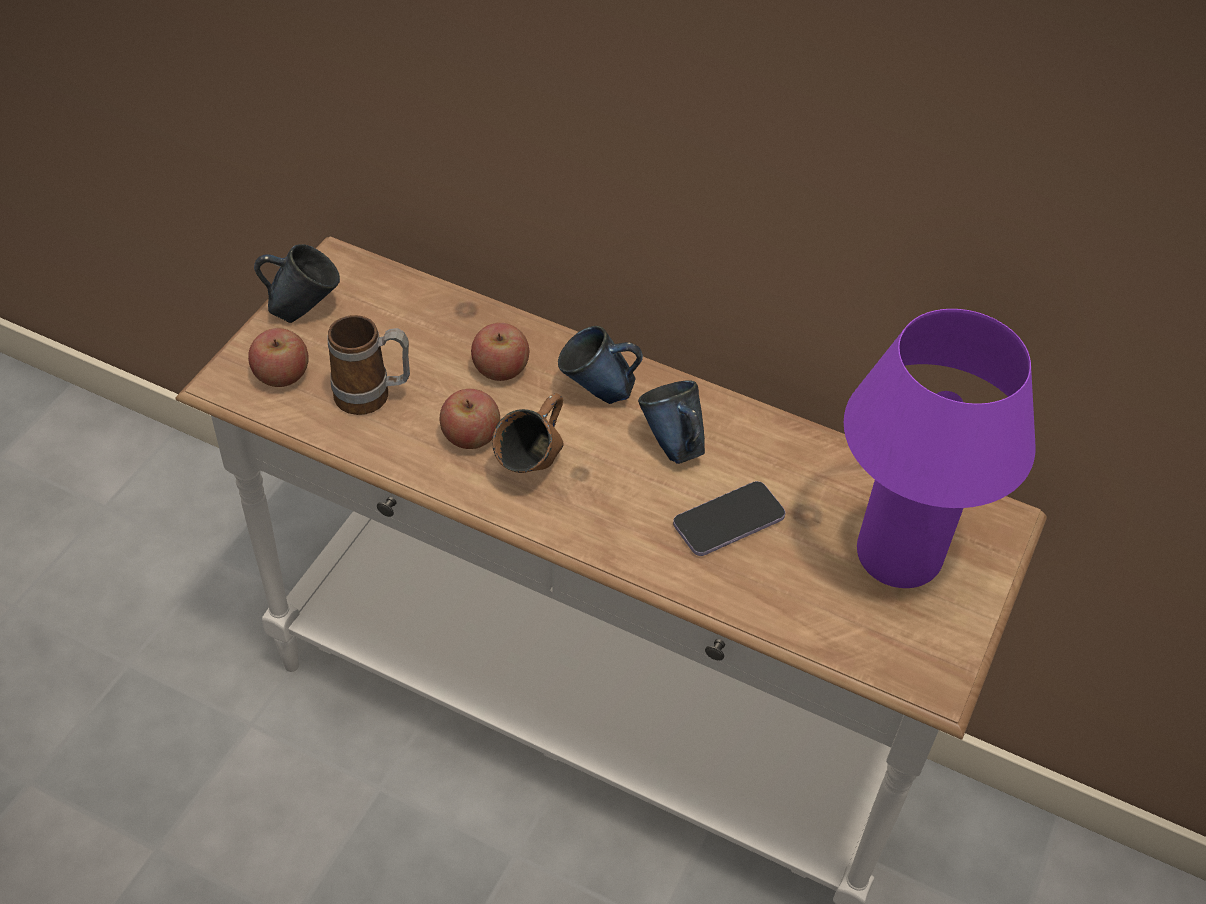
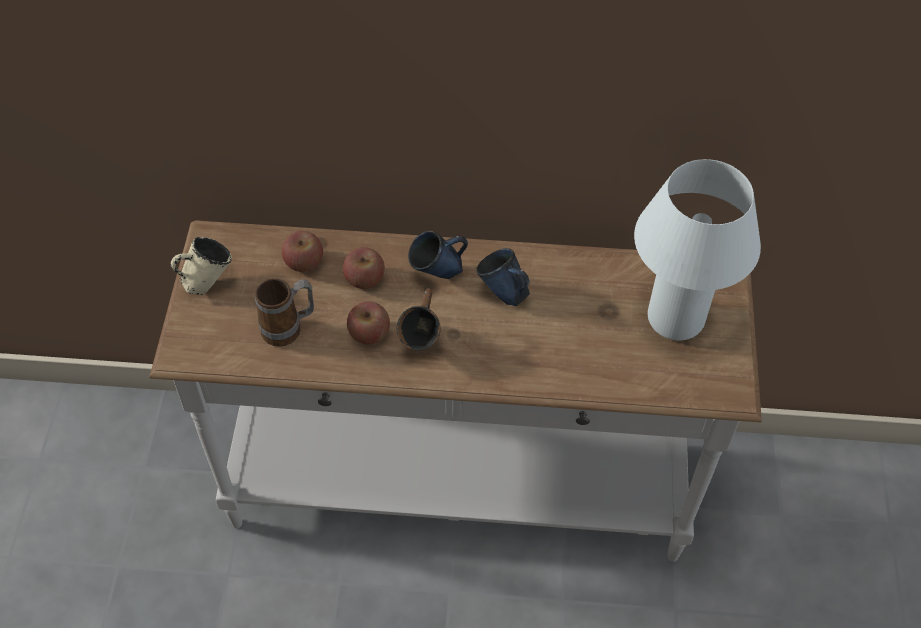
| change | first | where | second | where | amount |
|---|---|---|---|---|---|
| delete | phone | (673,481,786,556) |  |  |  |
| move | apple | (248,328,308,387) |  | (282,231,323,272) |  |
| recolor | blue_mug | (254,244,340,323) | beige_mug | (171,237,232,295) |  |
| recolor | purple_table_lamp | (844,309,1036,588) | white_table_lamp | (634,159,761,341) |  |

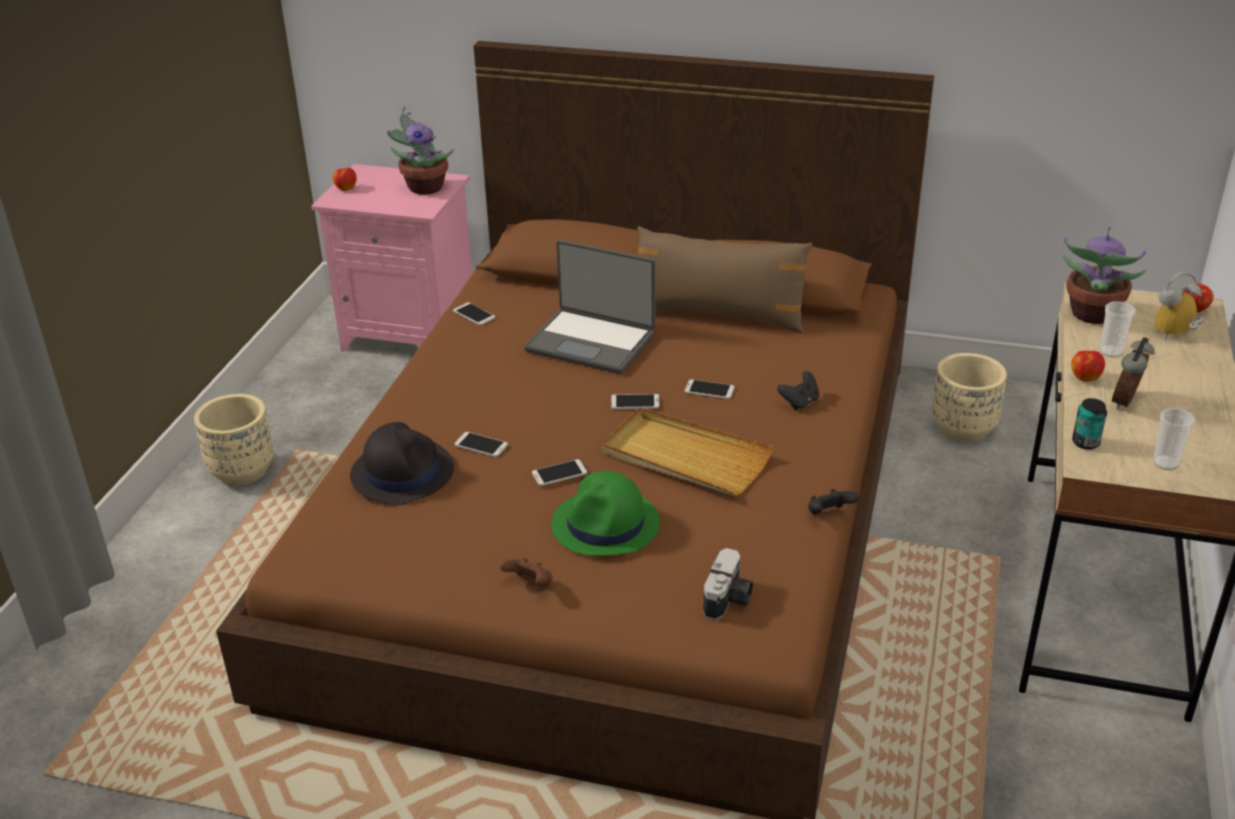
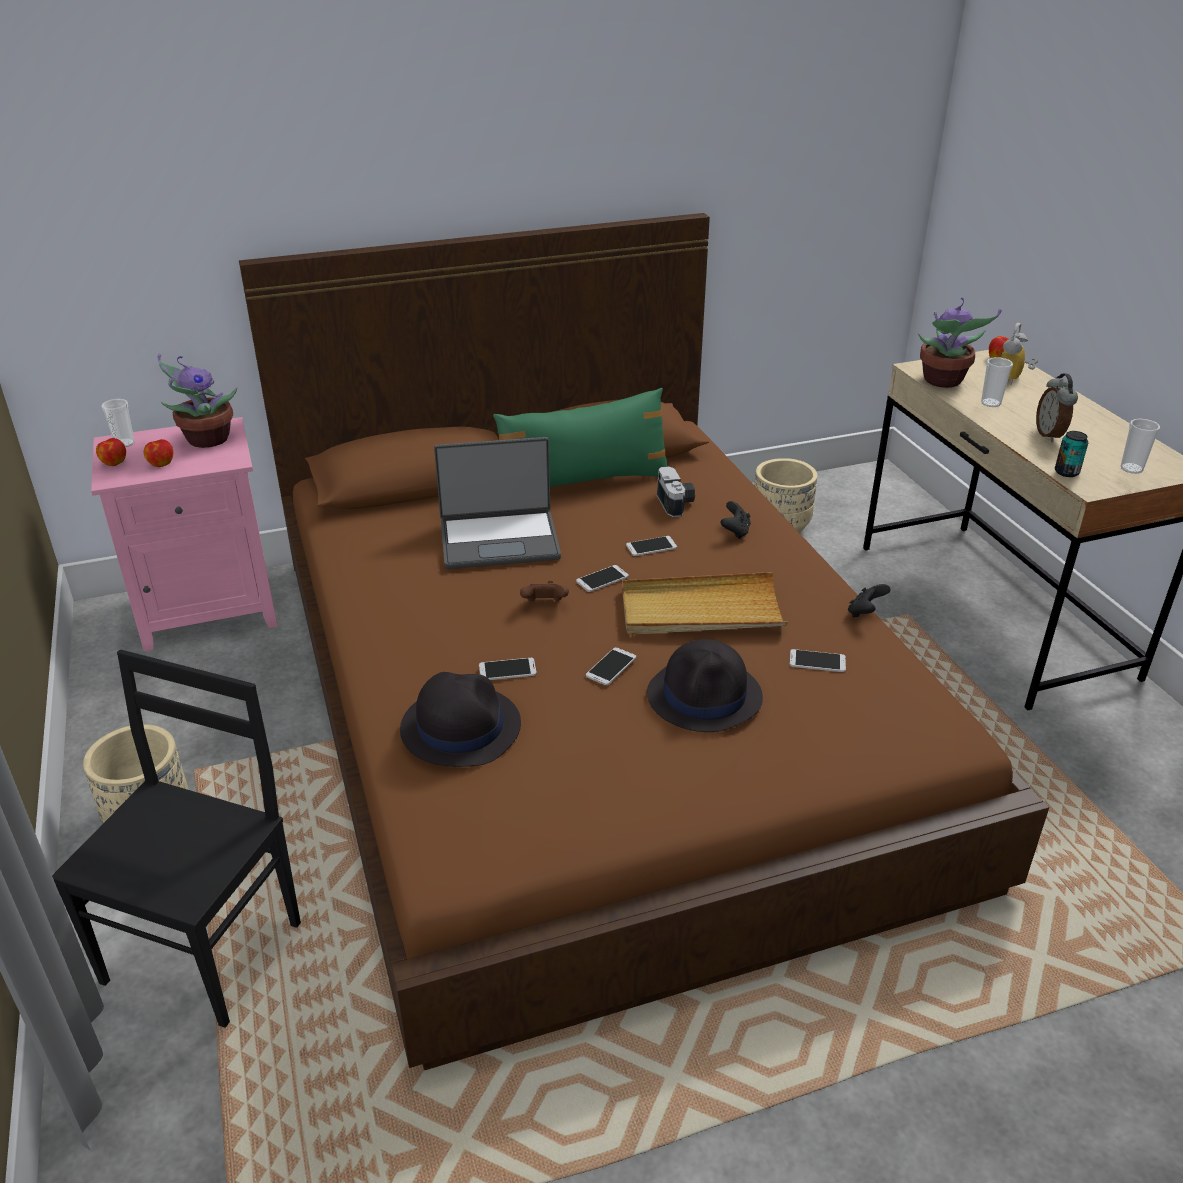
| change | first | where | second | where | amount |
|---|---|---|---|---|---|
| insert |  |  | black_chair | (52,650,301,1028) |  |
| insert |  |  | cup | (101,399,135,447) |  |
| move | phone | (453,302,495,325) |  | (790,649,846,672) |  |
| move | brown_game_controller | (500,558,552,586) |  | (520,581,569,602) |  |
| move | photo_camera | (703,548,753,620) |  | (657,466,695,517) |  |
| move | apple | (1071,351,1105,382) |  | (144,439,173,467) |  |
| recolor | green_hat | (551,471,660,556) | black_hat | (647,639,763,732) |  |
| recolor | brown_pillow | (637,226,813,333) | green_pillow | (493,388,667,487) |  |

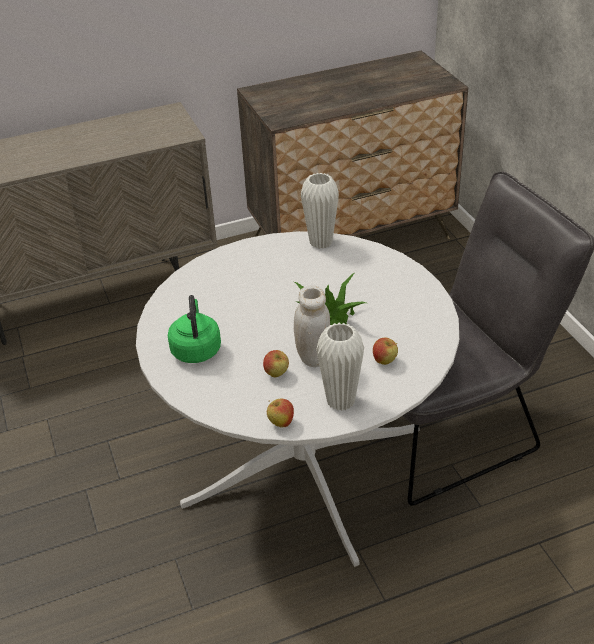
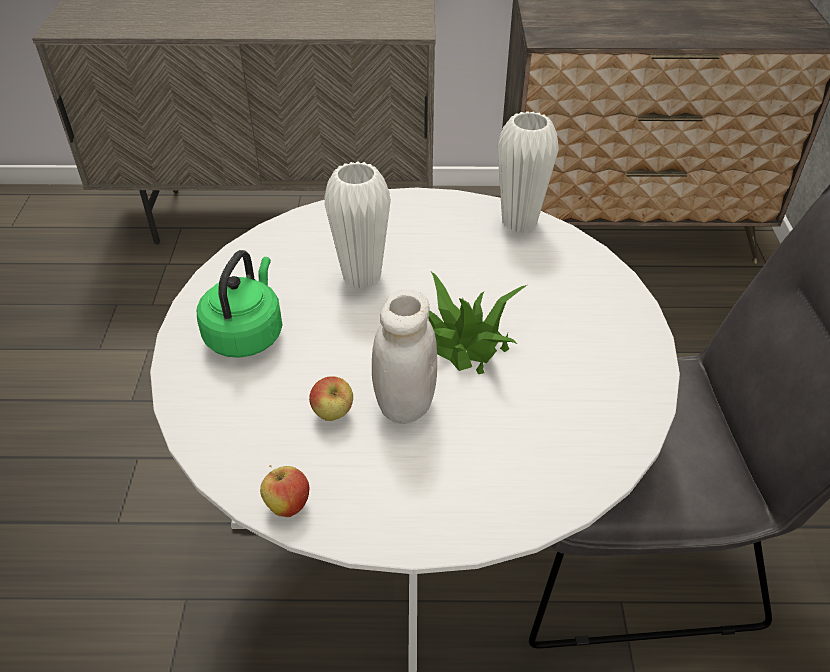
| change | first | where | second | where | amount |
|---|---|---|---|---|---|
| delete | apple | (373,337,398,365) |  |  |  |
| move | white_vase | (316,323,364,411) |  | (324,161,391,289) |  |

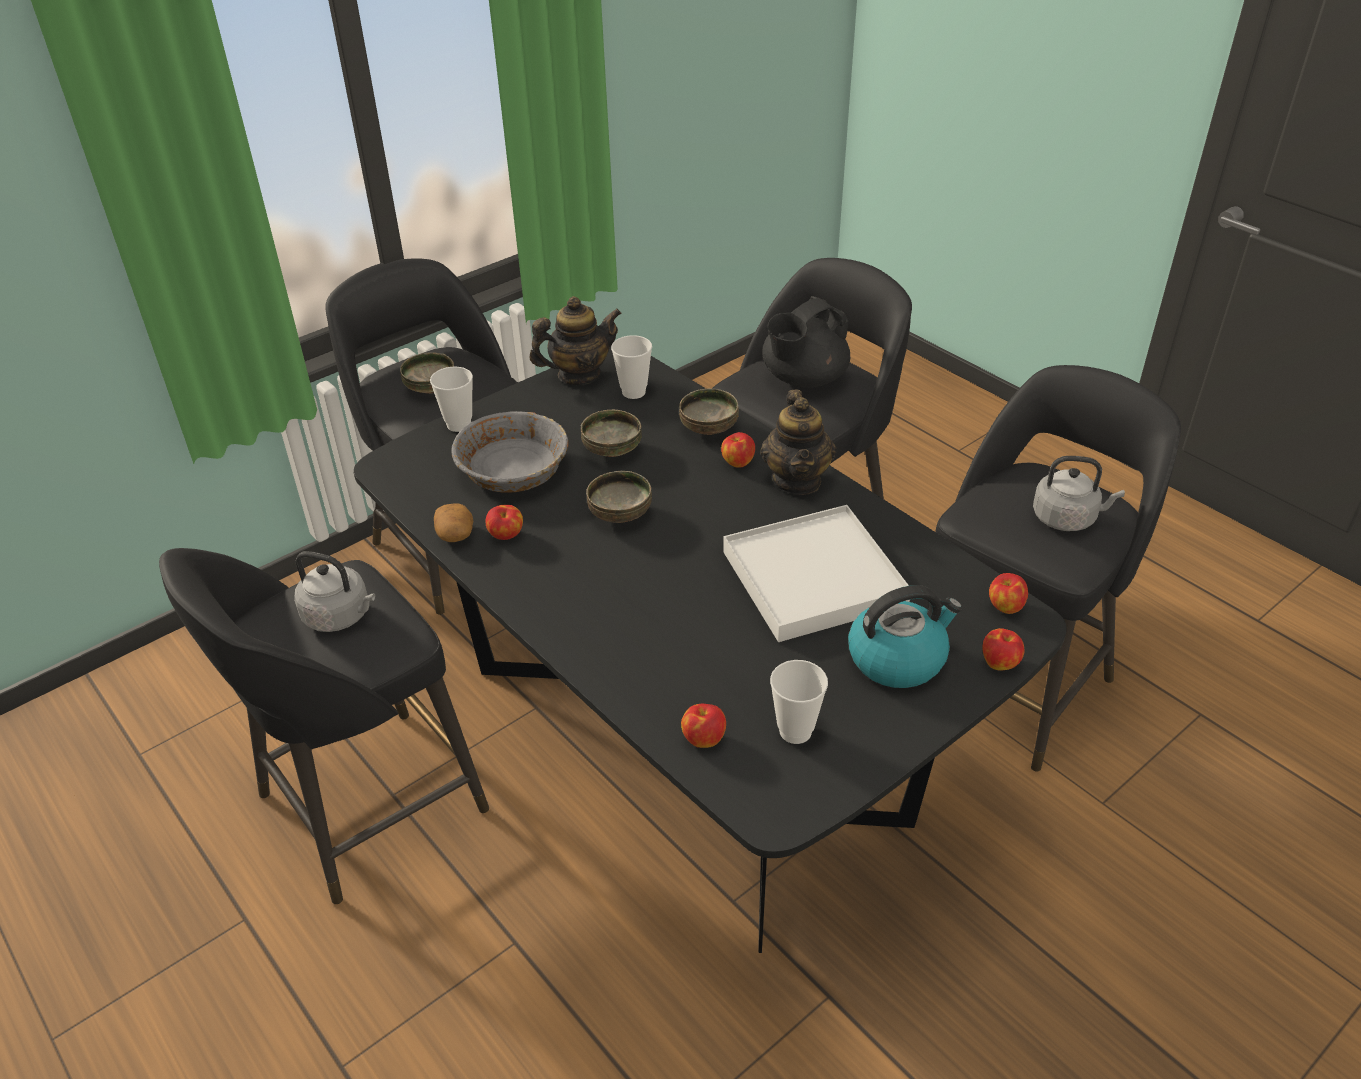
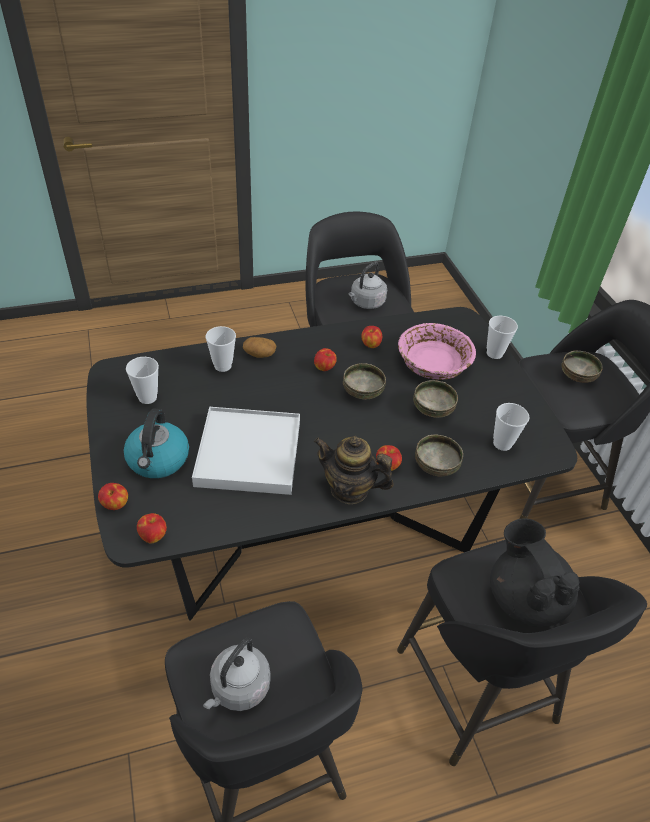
| change | first | where | second | where | amount |
|---|---|---|---|---|---|
| delete | teapot | (529,296,622,385) |  |  |  |
| insert |  |  | cup | (205,326,236,372) |  |
| move | potato | (434,503,473,542) |  | (243,337,276,358) |  |
| move | apple | (681,704,726,748) |  | (314,348,337,371) |  |
| recolor | grey_bowl | (451,411,569,493) | pink_bowl | (398,323,476,380) |  |

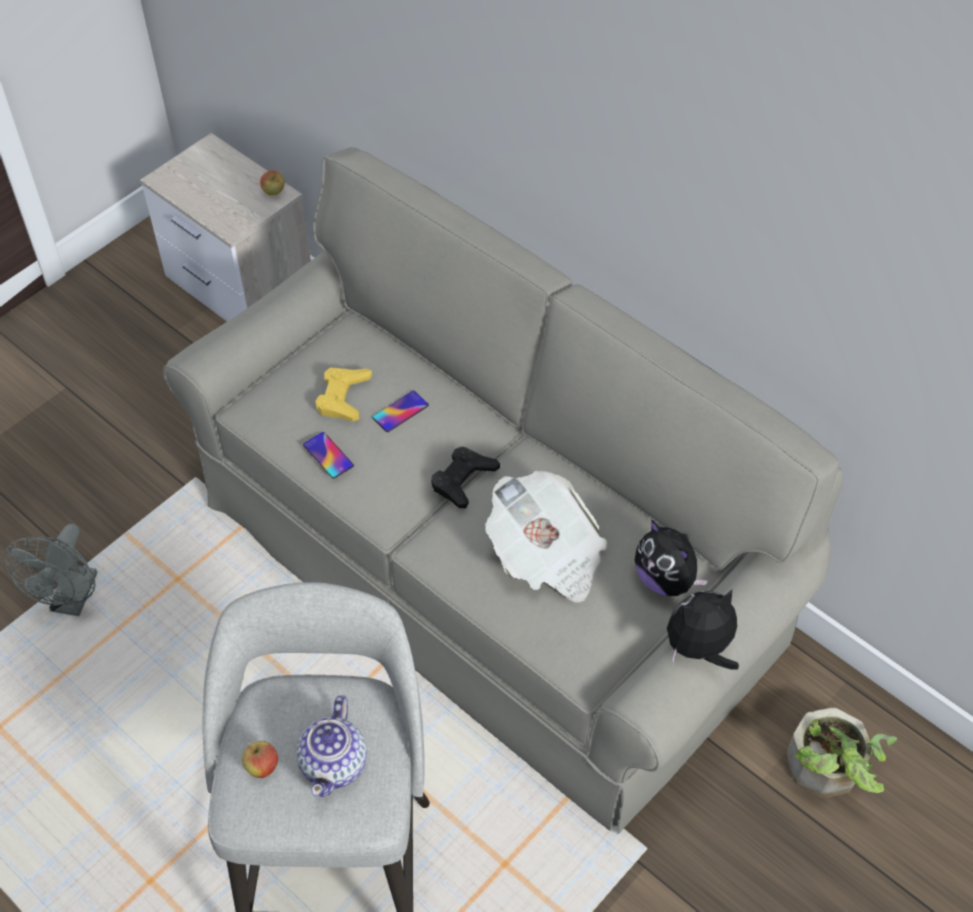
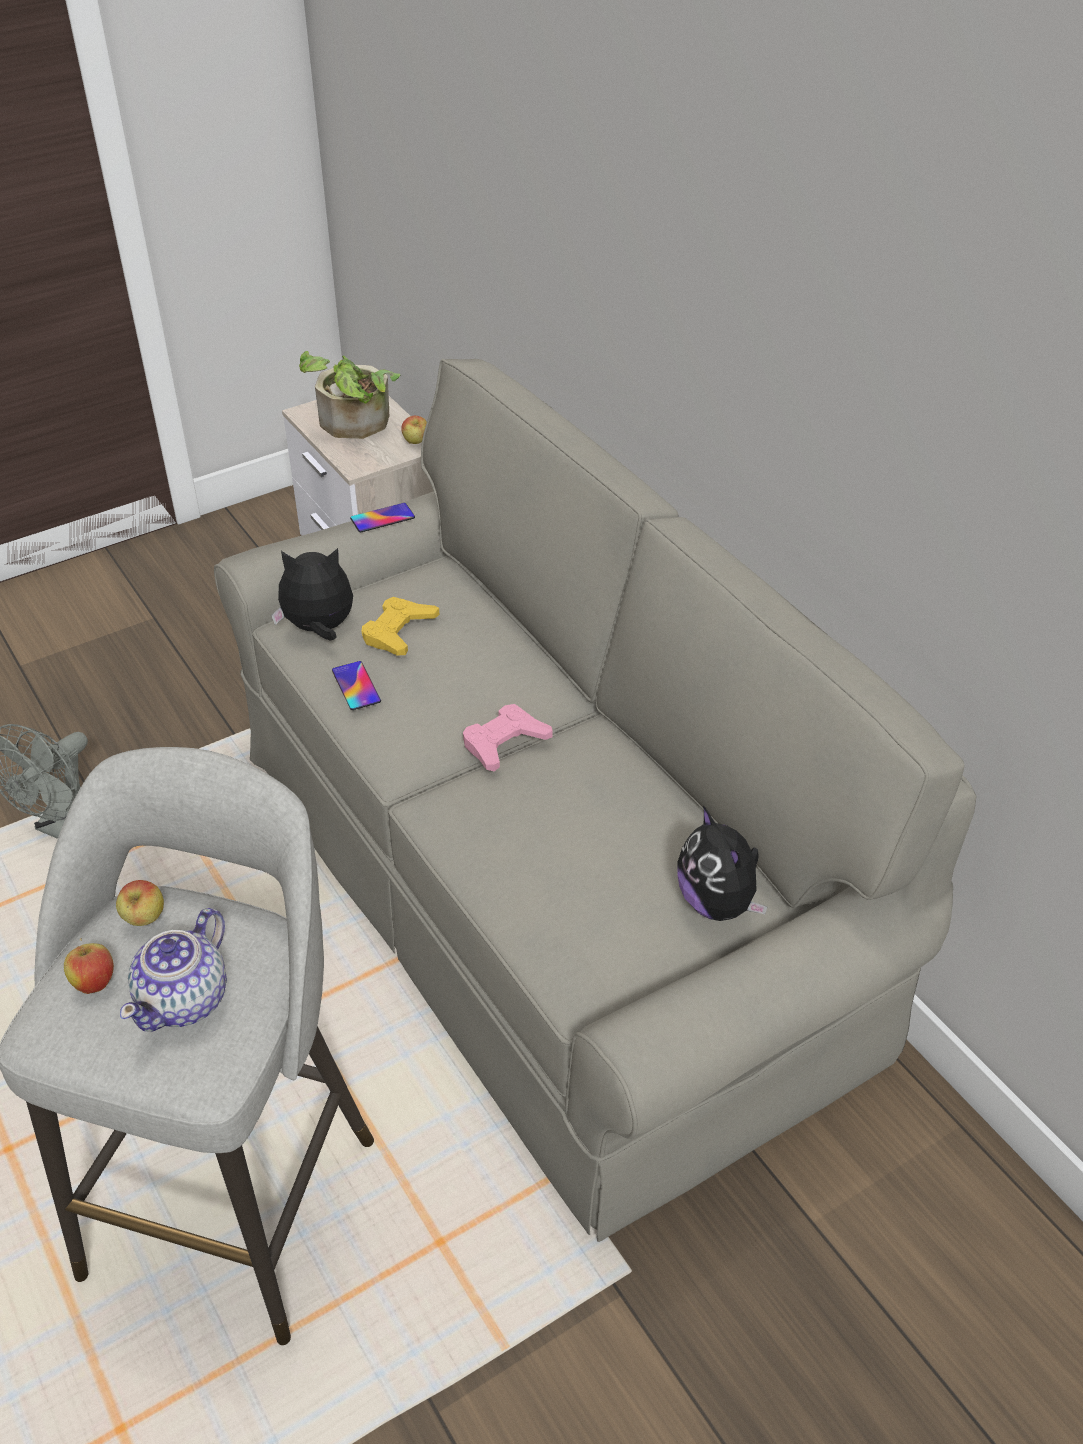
| change | first | where | second | where | amount |
|---|---|---|---|---|---|
| delete | newspaper | (485,471,608,603) |  |  |  |
| insert |  |  | apple | (116,880,164,926) |  |
| move | phone | (372,391,429,432) |  | (350,503,415,532) |  |
| move | plush_toy | (667,589,739,669) |  | (271,548,353,640) |  |
| move | potted_plant | (786,708,897,798) |  | (299,351,401,439) |  |
| recolor | black_game_controller | (431,446,500,508) | pink_game_controller | (463,704,553,772) |  |

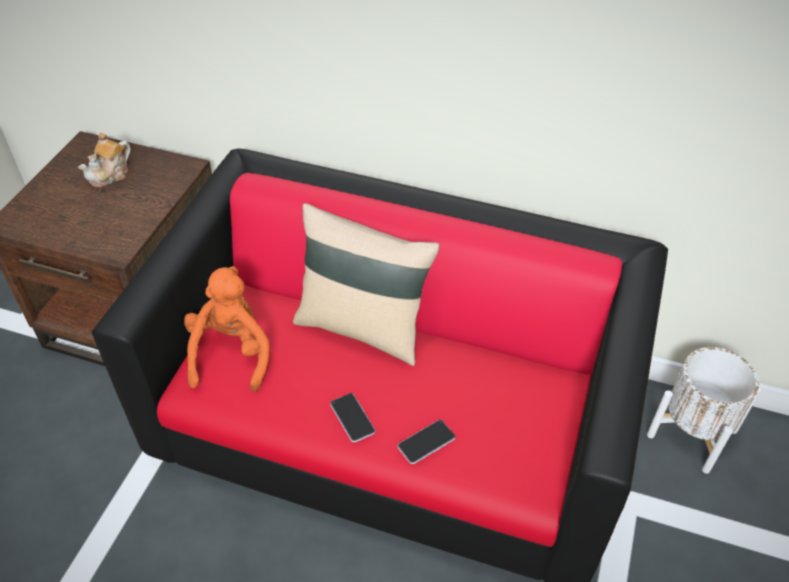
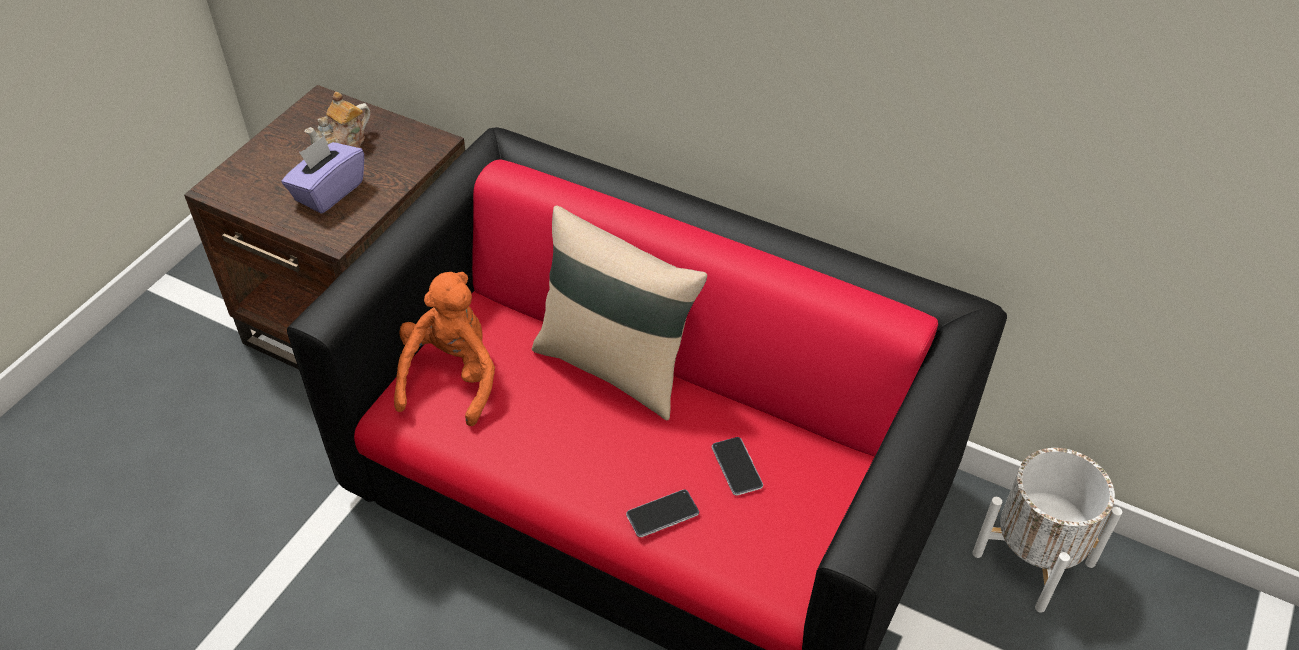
| change | first | where | second | where | amount |
|---|---|---|---|---|---|
| insert |  |  | purple_tissue_box | (282,136,364,214) |  |
| move | phone | (330,393,376,443) |  | (712,437,763,496) |  |

